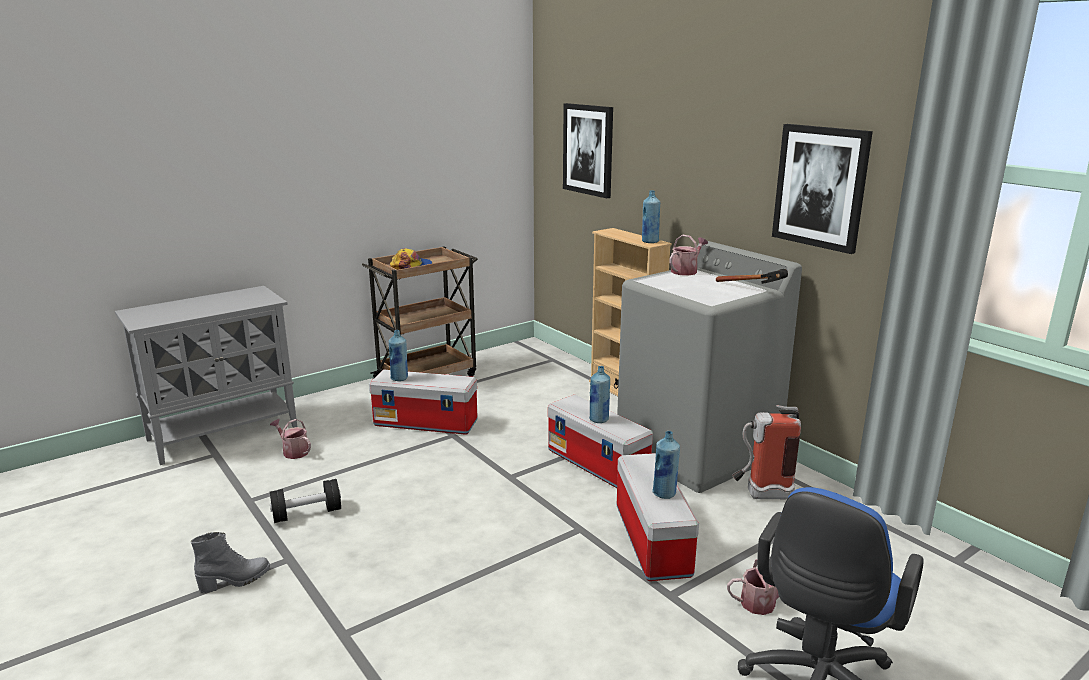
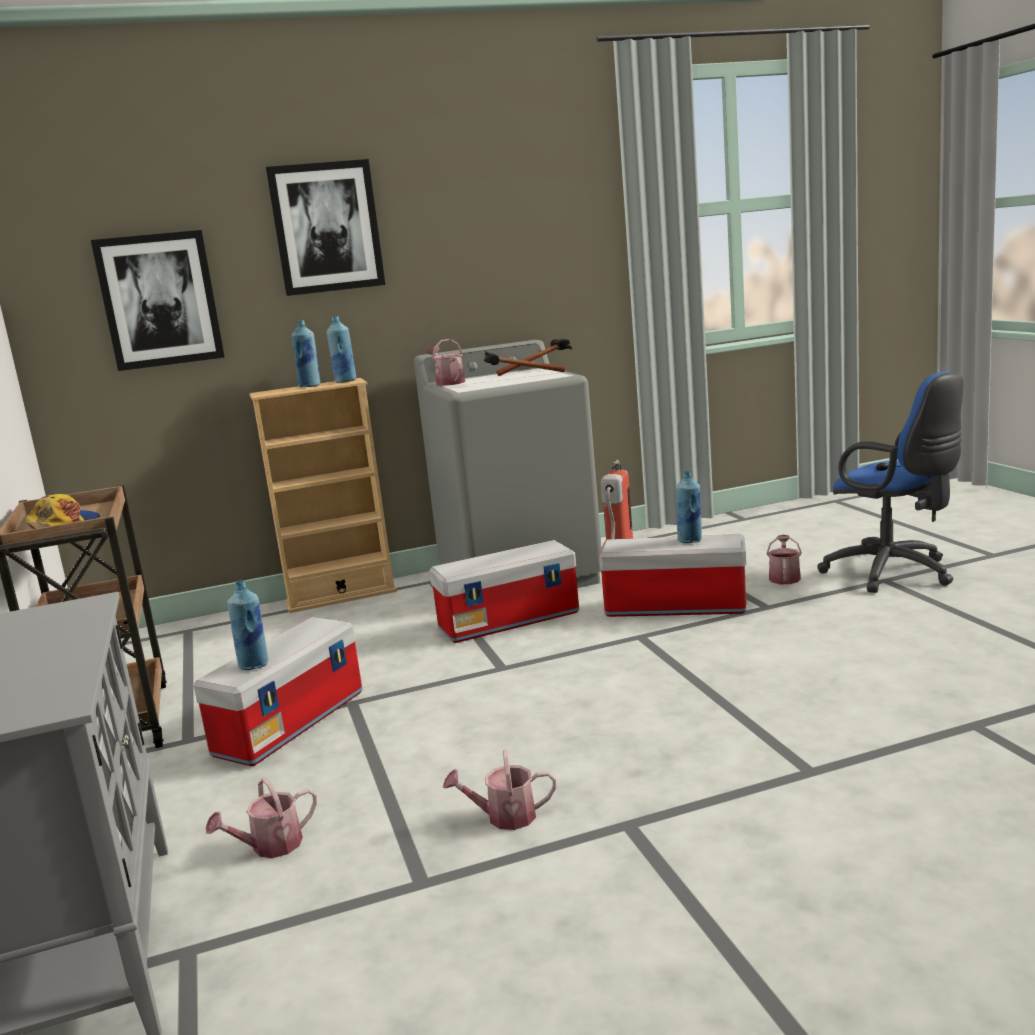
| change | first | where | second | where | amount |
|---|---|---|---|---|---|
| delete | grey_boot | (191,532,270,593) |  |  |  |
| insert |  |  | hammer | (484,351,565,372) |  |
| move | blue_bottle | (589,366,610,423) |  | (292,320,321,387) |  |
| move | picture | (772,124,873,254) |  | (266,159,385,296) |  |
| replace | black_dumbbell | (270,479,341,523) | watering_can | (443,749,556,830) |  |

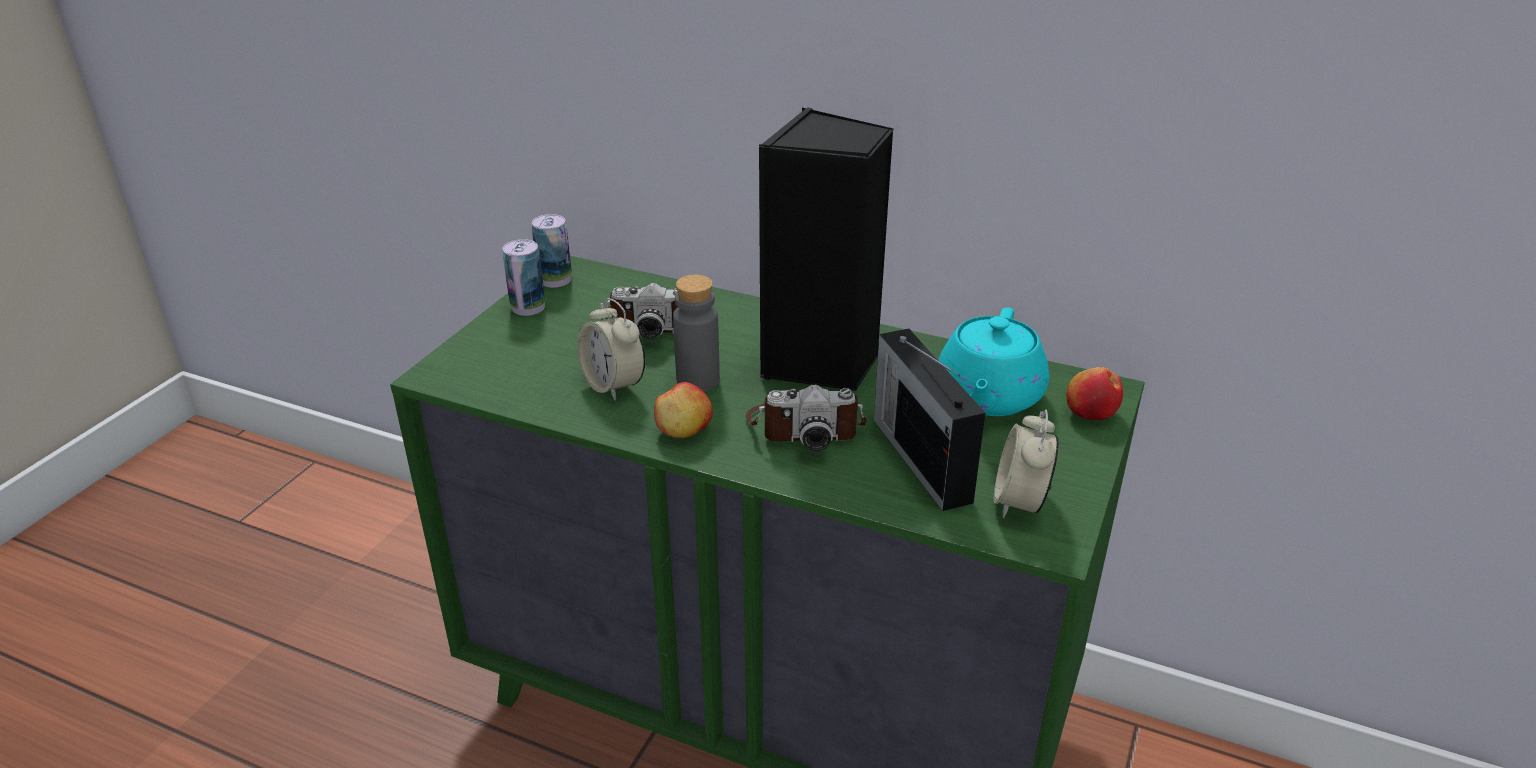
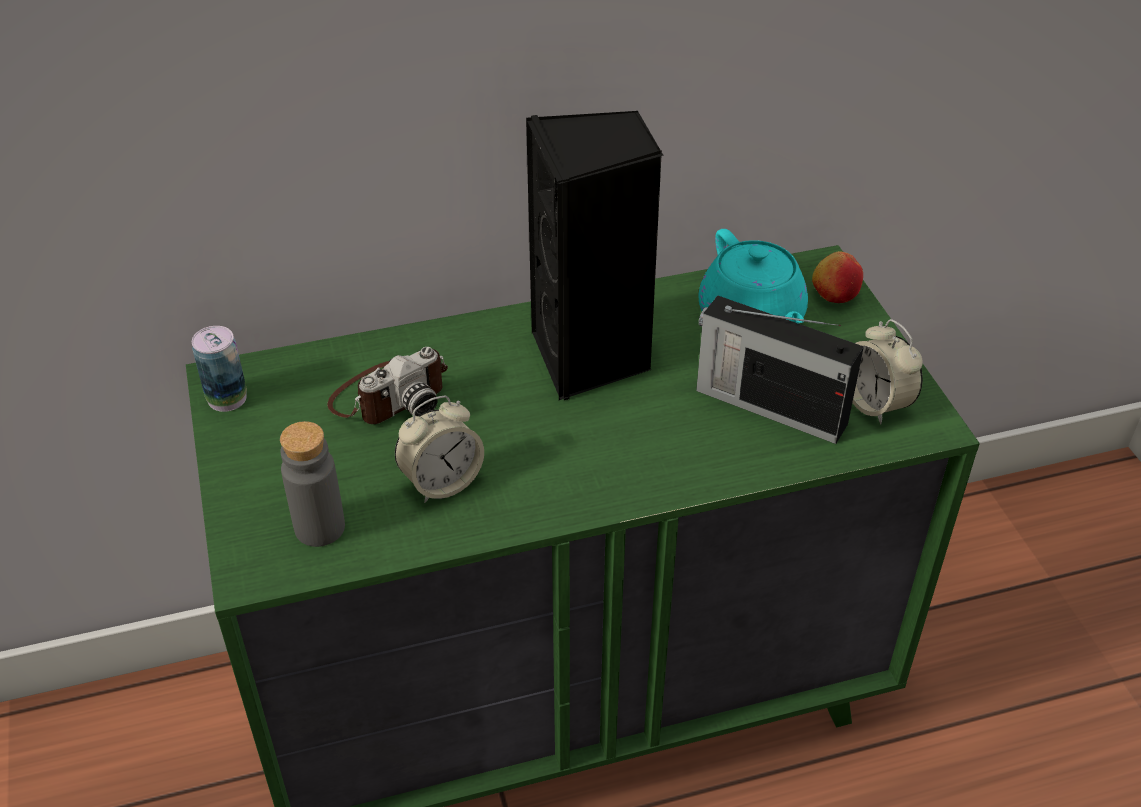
| change | first | where | second | where | amount |
|---|---|---|---|---|---|
| delete | can | (502,239,545,316) |  |  |  |
| delete | apple | (654,382,713,438) |  |  |  |
| delete | photo_camera | (746,385,867,451) |  |  |  |
| move | grey_bottle | (673,275,720,392) |  | (280,421,345,547) |  |
| rotate | alarm_clock | (577,298,645,400) |  | (395,396,484,503) | 45 degrees counterclockwise |

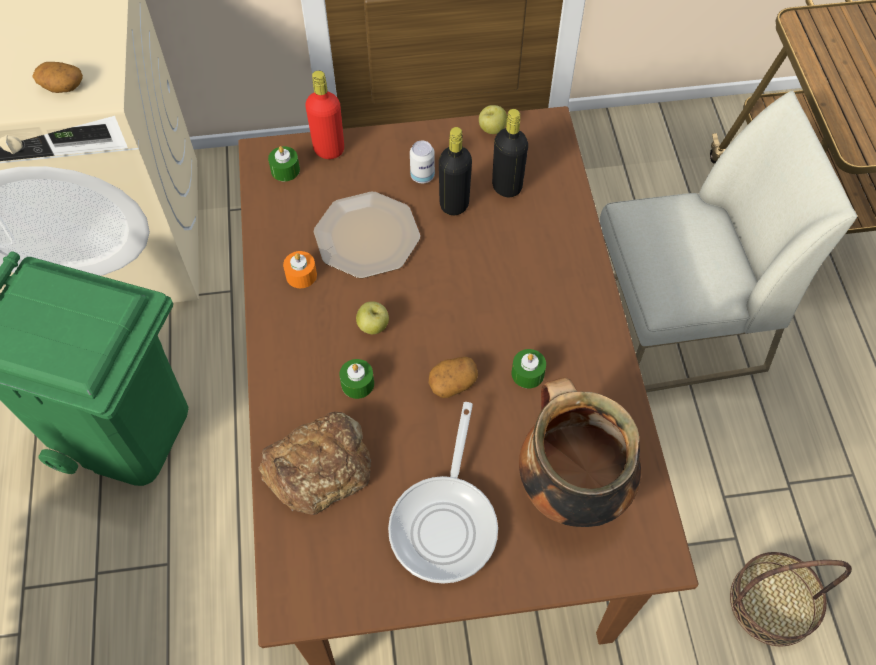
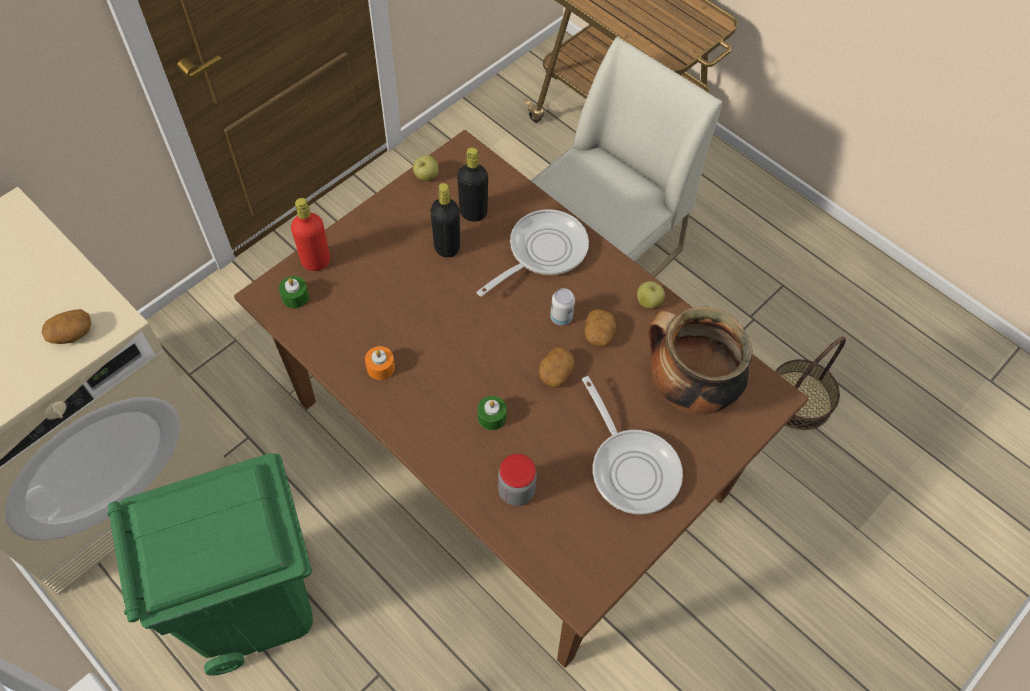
| change | first | where | second | where | amount |
|---|---|---|---|---|---|
| delete | plate | (314,192,420,278) |  |  |  |
| insert |  |  | frying_pan | (477,209,589,297) |  |
| move | apple | (356,301,389,334) |  | (637,281,665,309) |  |
| move | can | (410,141,435,183) |  | (550,288,575,325) |  |
| replace | bread | (259,412,371,515) | jar | (498,454,537,506) |  |
| replace | green_candle | (512,349,546,388) | potato | (584,309,616,346) |  |

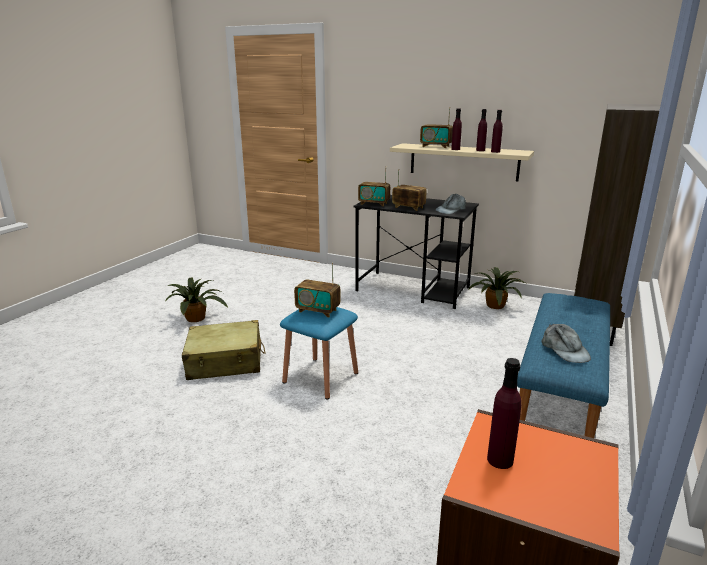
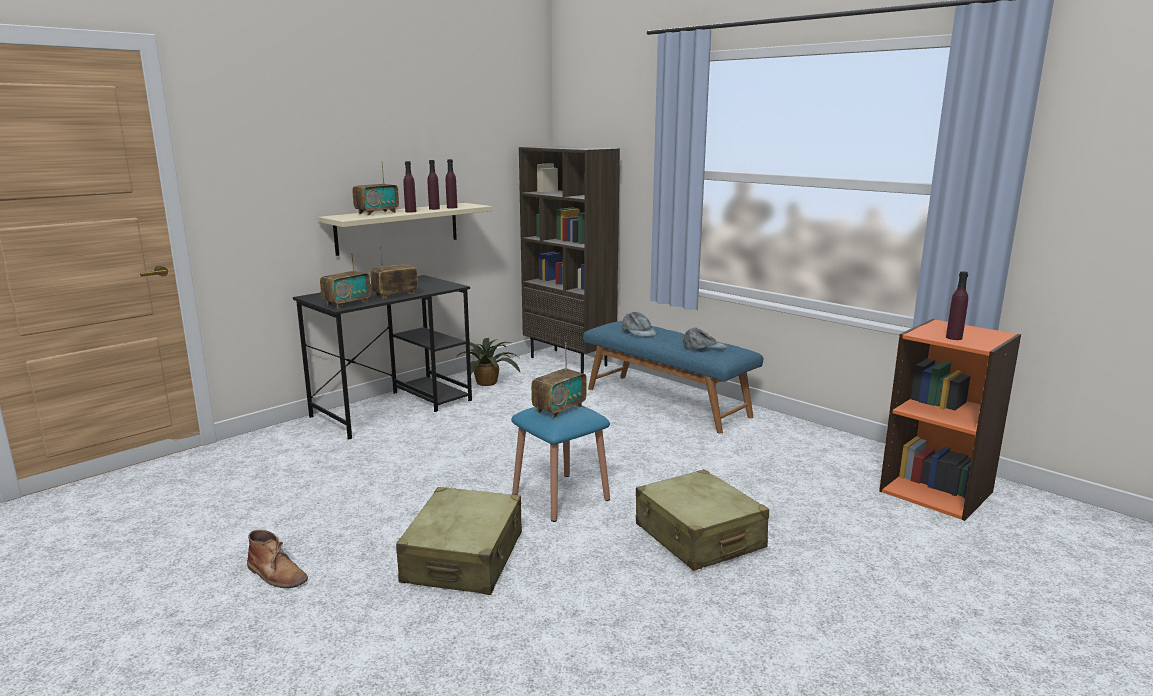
| change | first | where | second | where | amount |
|---|---|---|---|---|---|
| insert |  |  | beige_suitcase | (636,469,769,571) |  |
| move | grey_cap | (435,194,466,214) |  | (622,312,657,337) |  |
| replace | potted_plant | (166,277,228,322) | brown_boot | (247,530,308,588) |  |

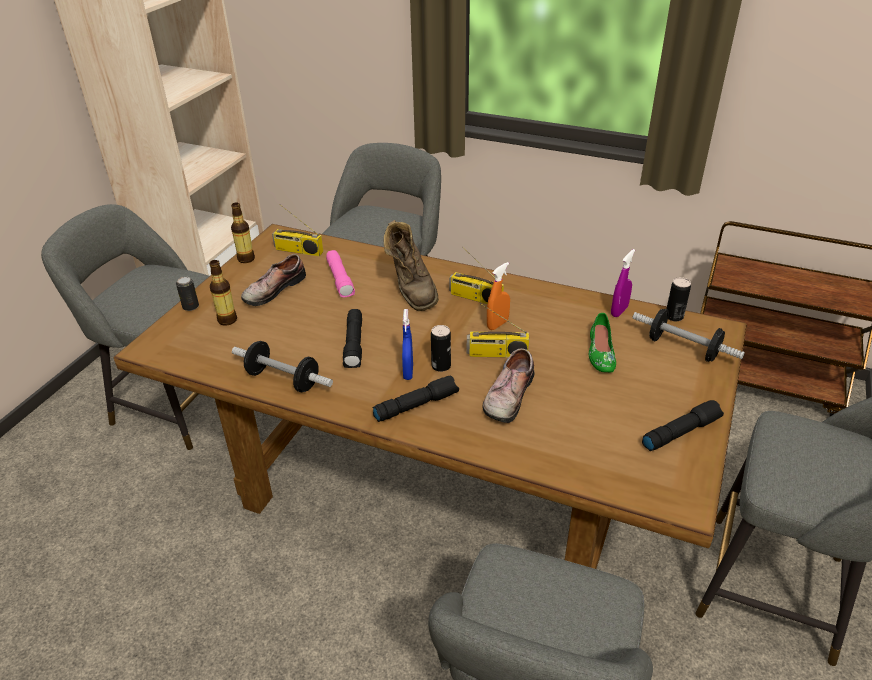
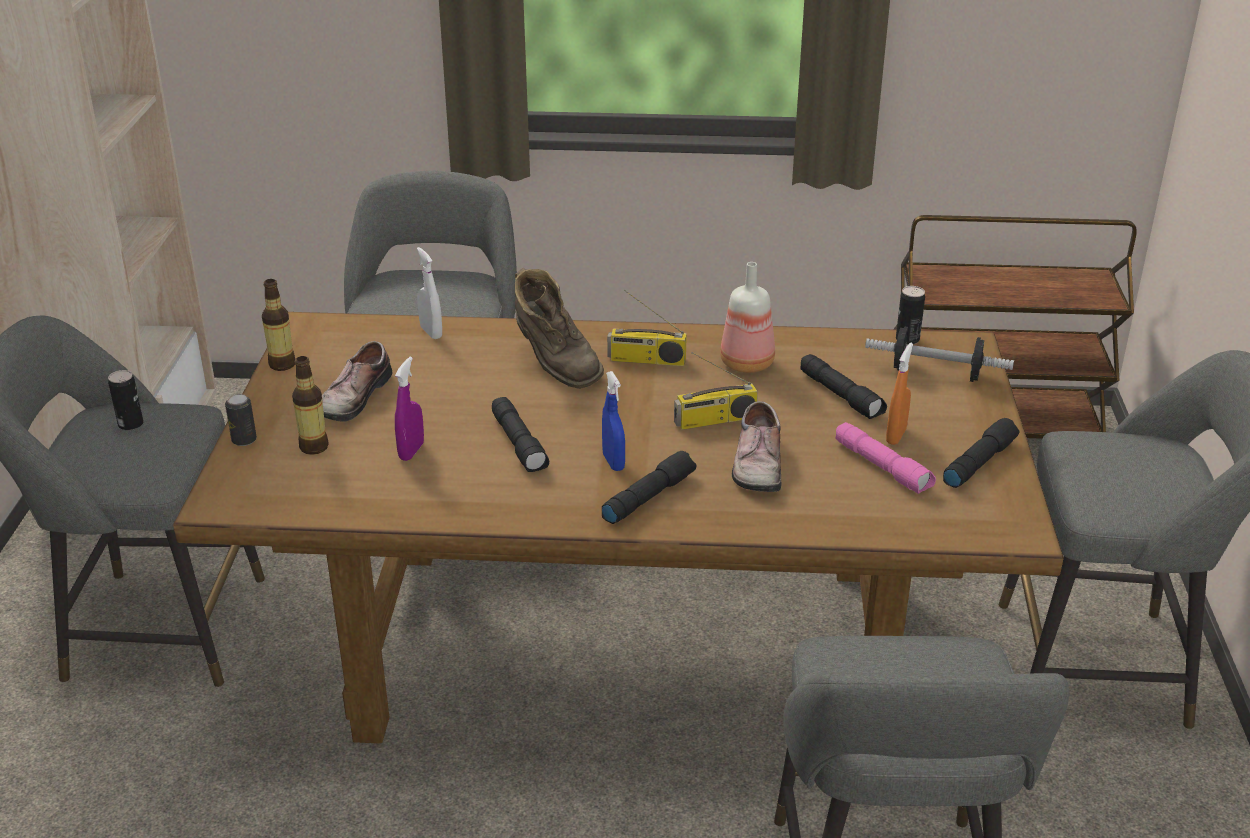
| change | first | where | second | where | amount |
|---|---|---|---|---|---|
| delete | dumbbell | (232,341,333,392) |  |  |  |
| delete | radio | (272,204,323,256) |  |  |  |
| insert |  |  | white_spray_bottle | (417,247,442,339) |  |
| insert |  |  | bottle | (720,262,775,373) |  |
| move | pink_flashlight | (326,250,355,297) |  | (835,422,936,494) |  |
| move | can | (431,325,451,372) |  | (108,370,143,430) |  |
| move | orange_spray_bottle | (487,262,510,330) |  | (886,342,913,445) |  |
| move | purple_spray_bottle | (611,249,635,317) |  | (395,357,424,461) |  |
| replace | green_shoe | (589,313,616,372) | black_flashlight | (800,354,887,419) |  |

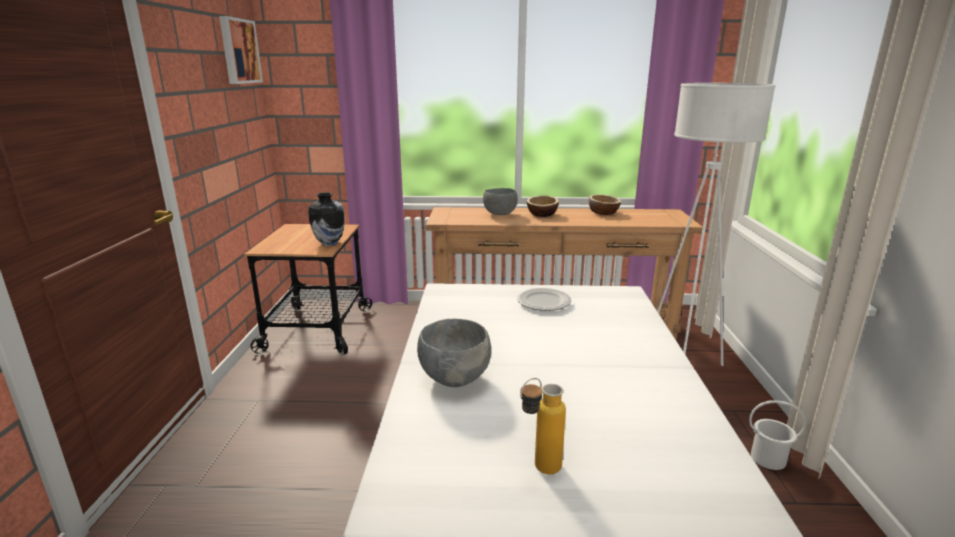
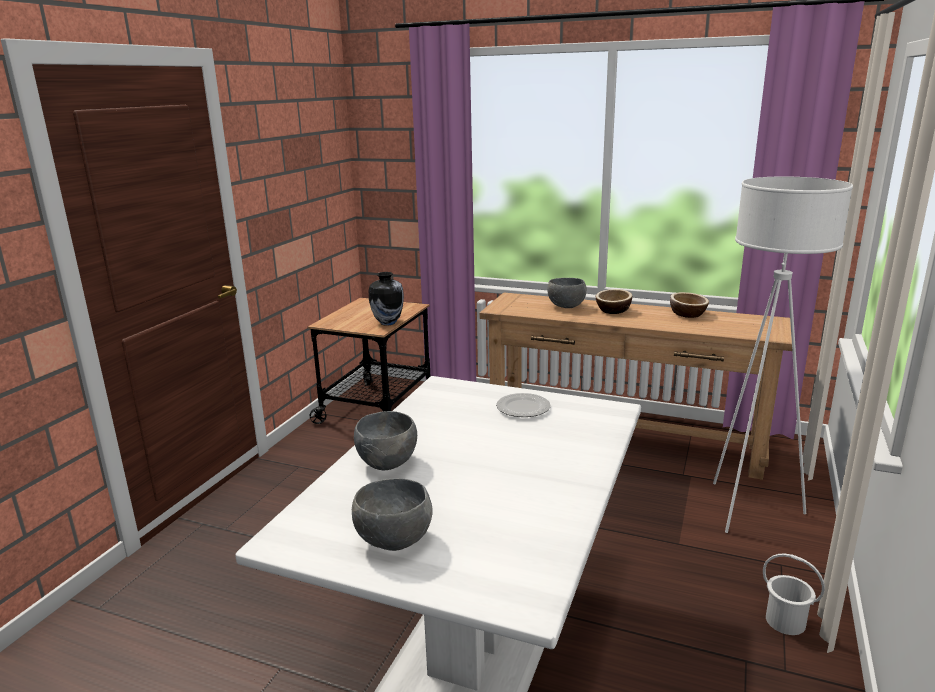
| change | first | where | second | where | amount |
|---|---|---|---|---|---|
| delete | picture | (219,16,263,84) |  |  |  |
| replace | bottle | (520,378,566,474) | grey_bowl | (352,478,433,551) |  |

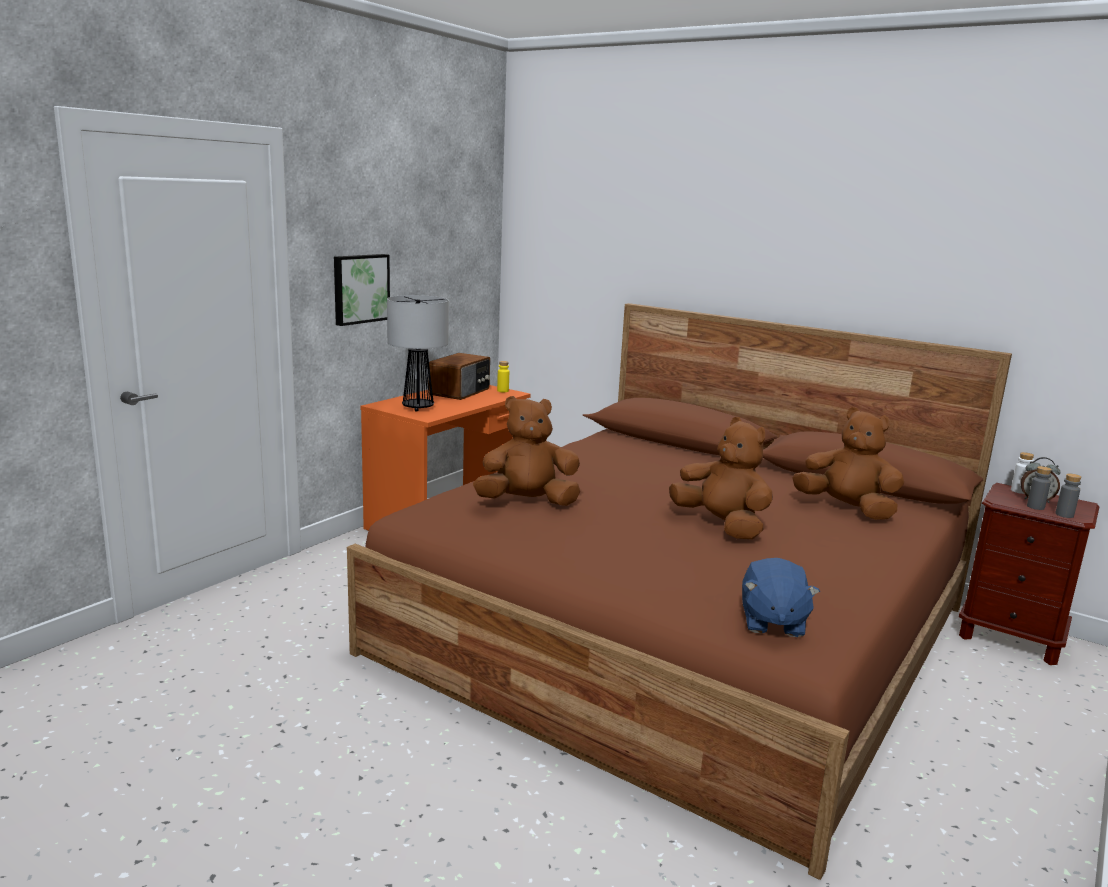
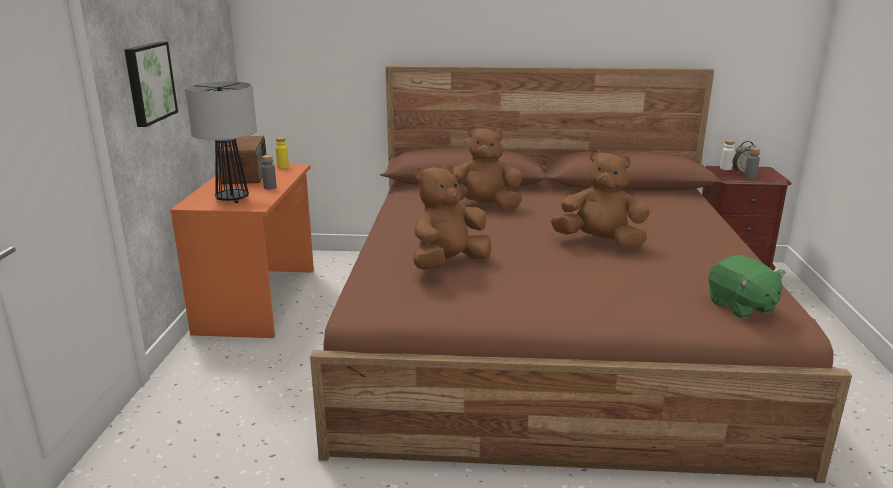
| change | first | where | second | where | amount |
|---|---|---|---|---|---|
| move | brown_plush_toy | (792,407,904,520) |  | (453,126,523,210) |  |
| move | grey_bottle | (1055,473,1082,518) |  | (262,155,277,189) |  |
| recolor | blue_plush_toy | (742,558,820,637) | green_plush_toy | (708,255,786,319) |  |

